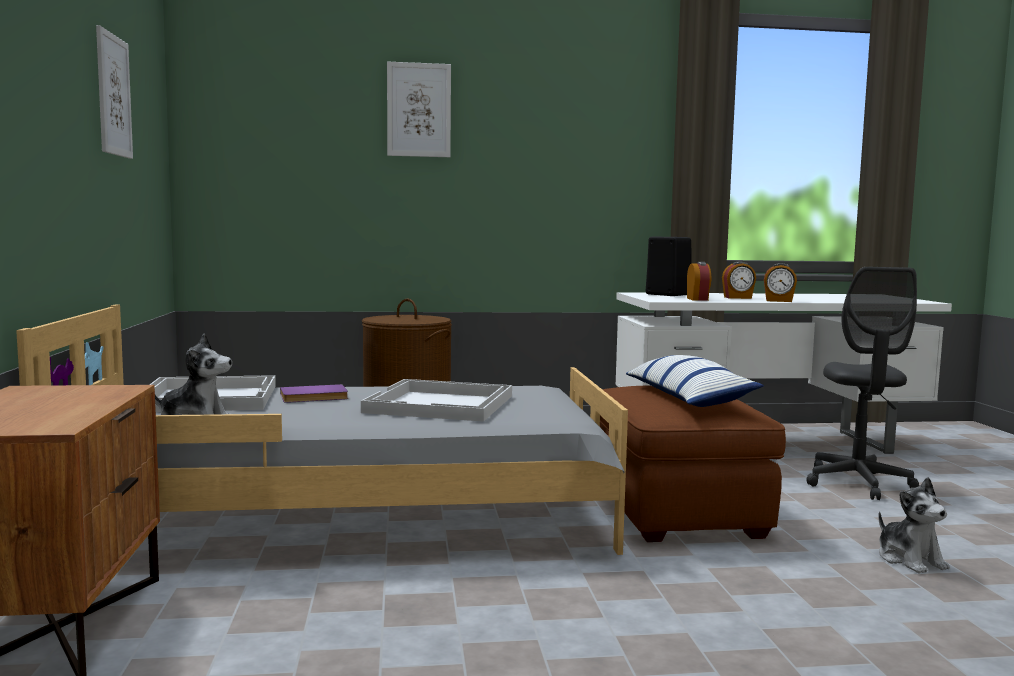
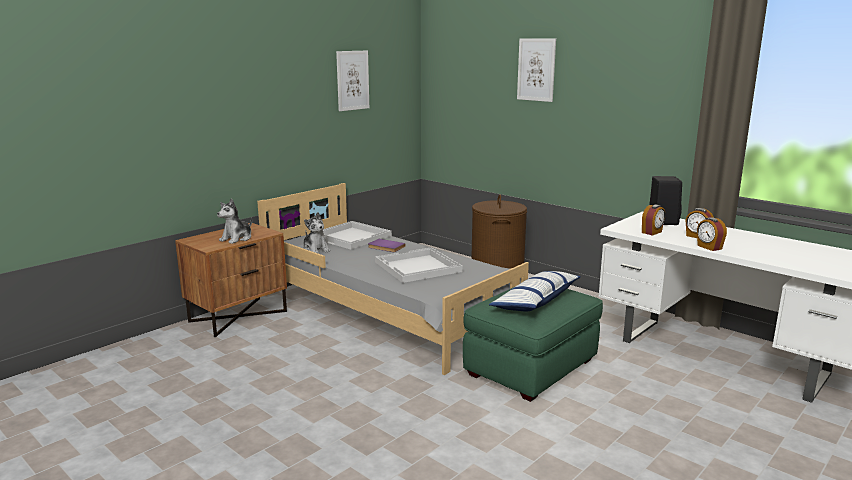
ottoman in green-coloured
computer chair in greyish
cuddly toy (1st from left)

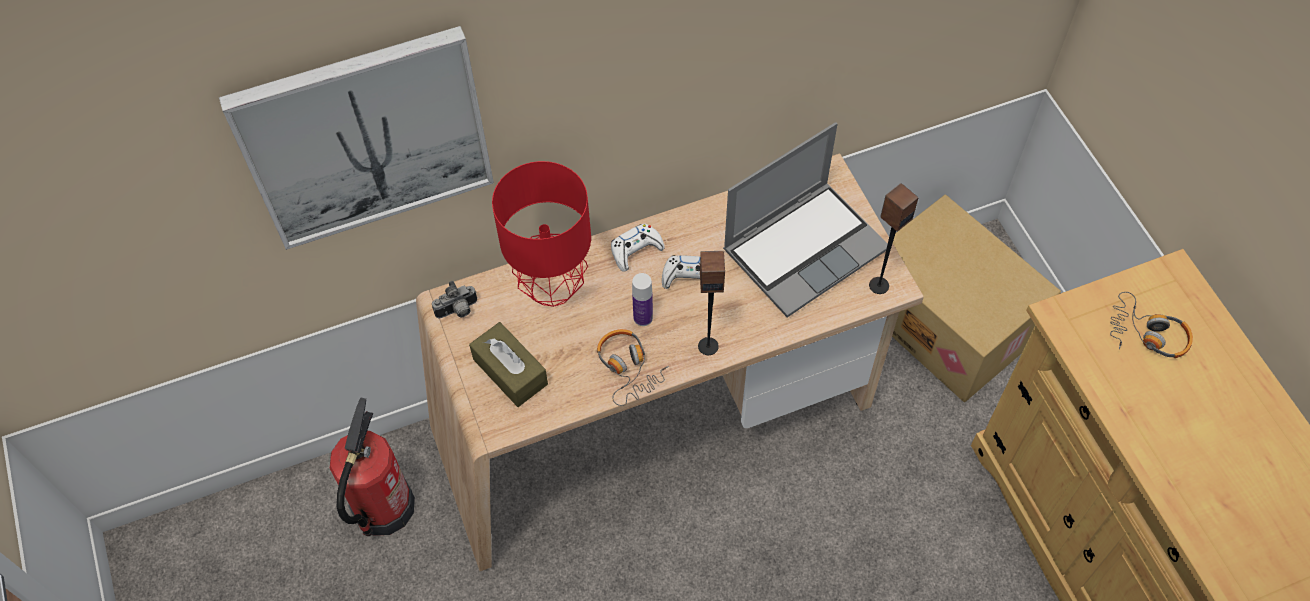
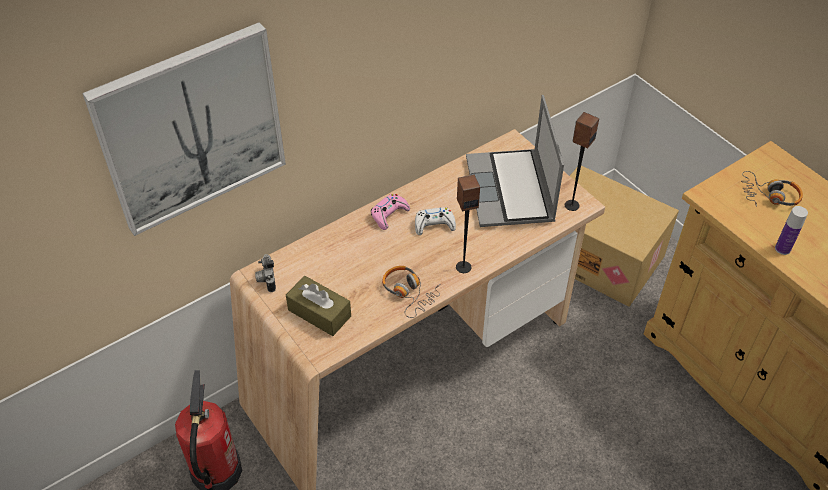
photo camera
table lamp in red-coloured
game controller in pinkish
bottle
notebook computer

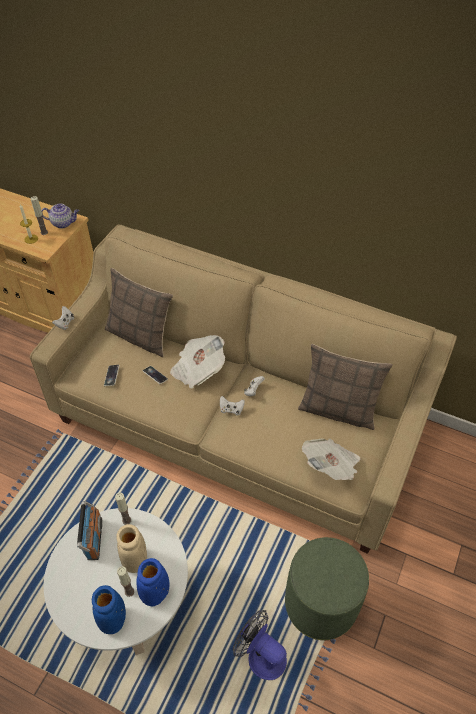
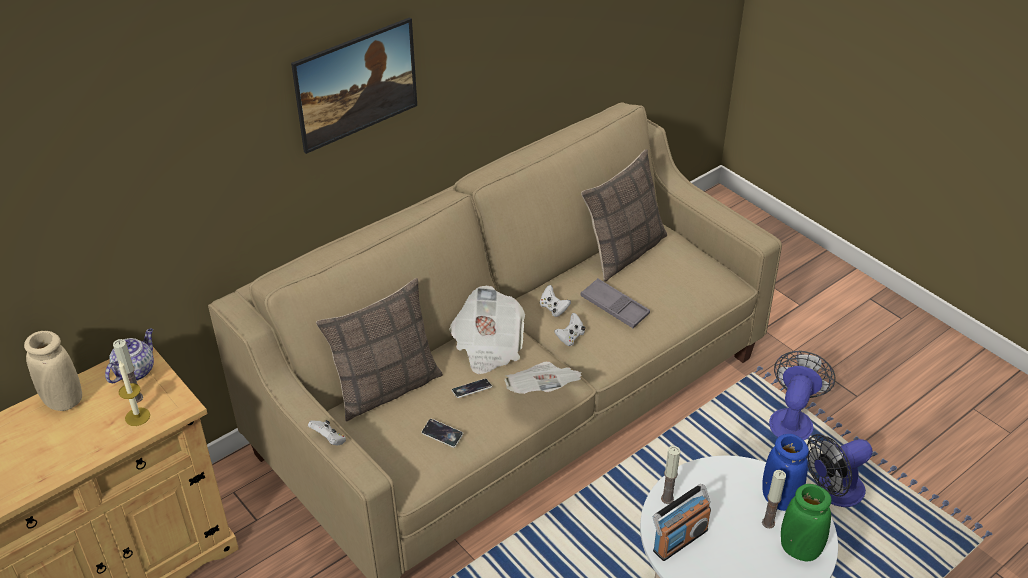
radio
flower vase in green-coloured
flower vase in beige
fan (1st from left)
newspaper (2nd from left)
wall art
tray in greyish

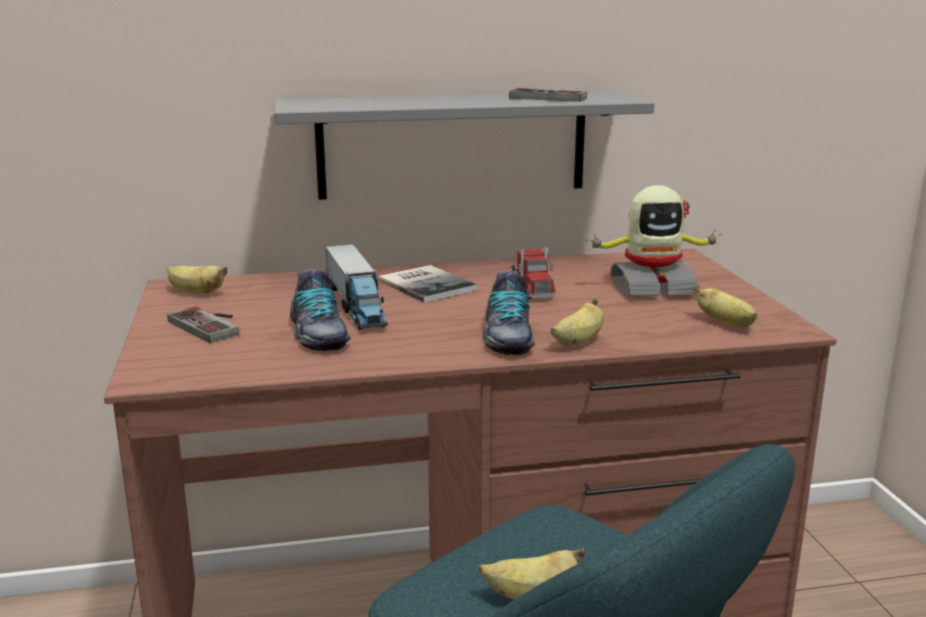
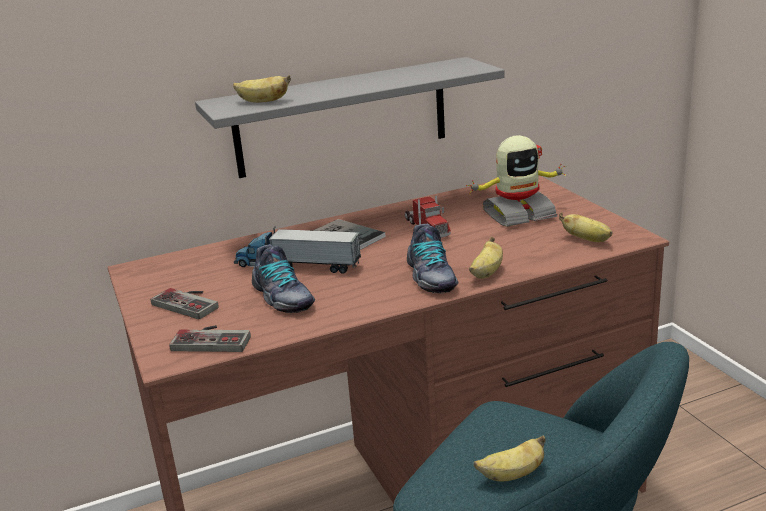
whole banana (1st from left)
toy lorry (1st from left)
game controller (2nd from left)

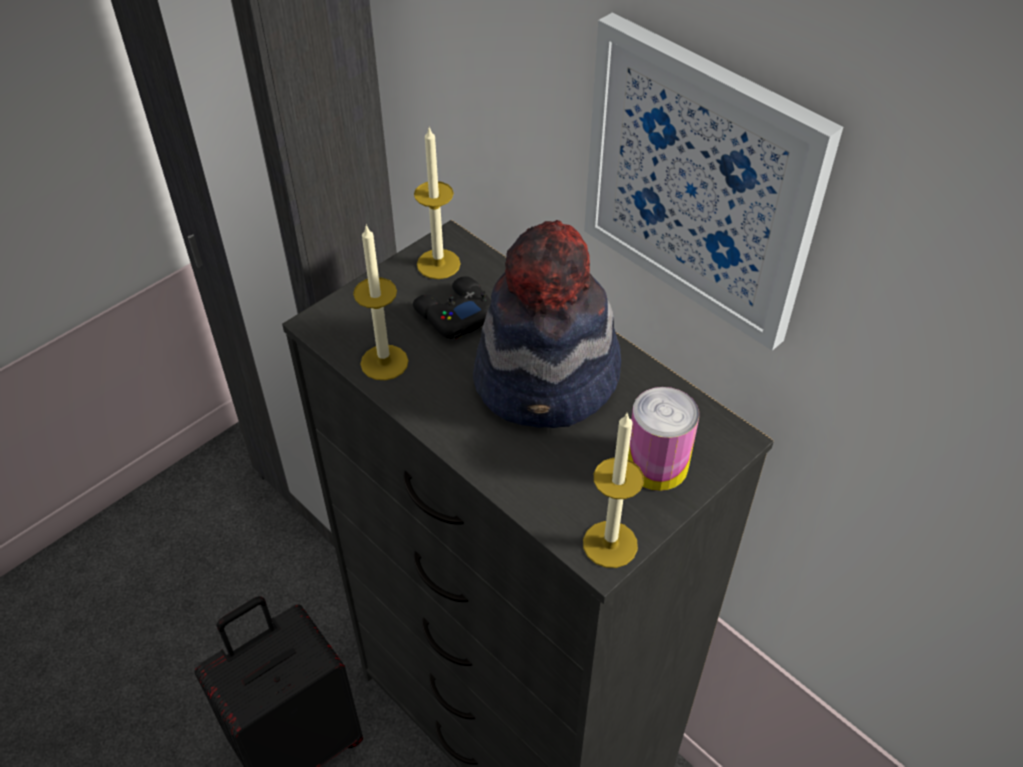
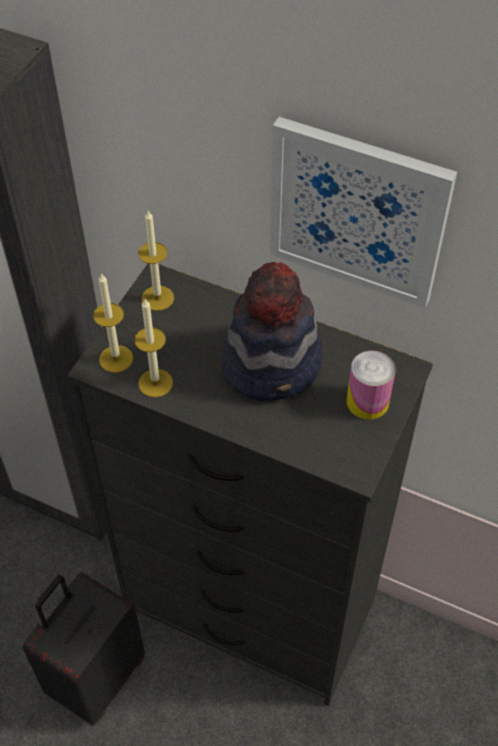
game controller in black
wax light (1st from left)

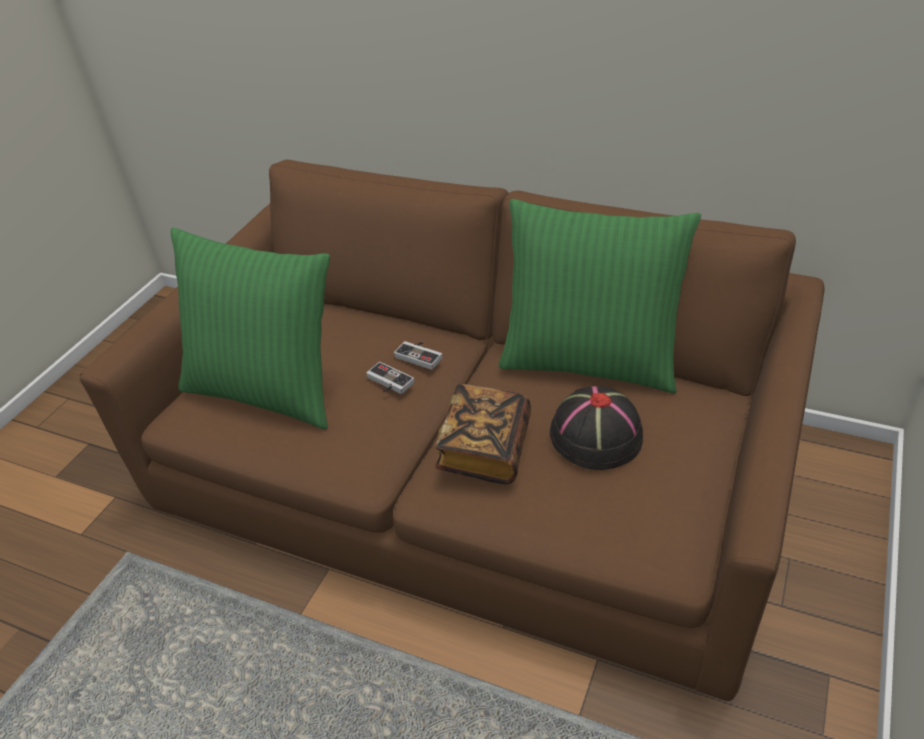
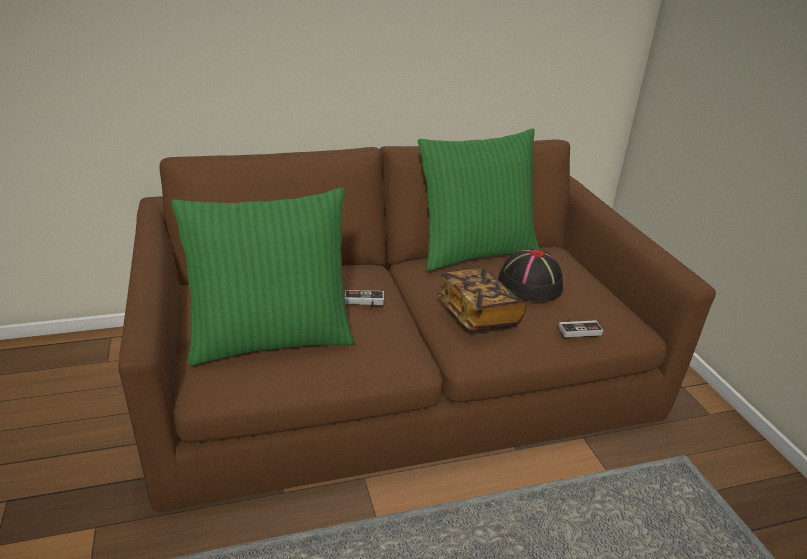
game controller (2nd from left)

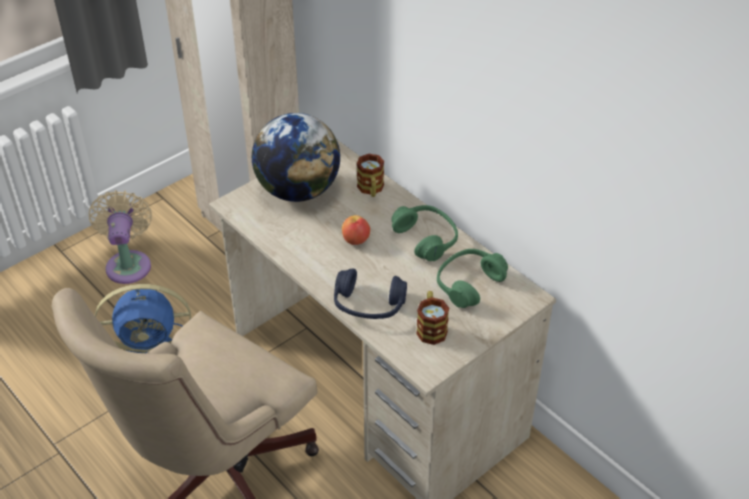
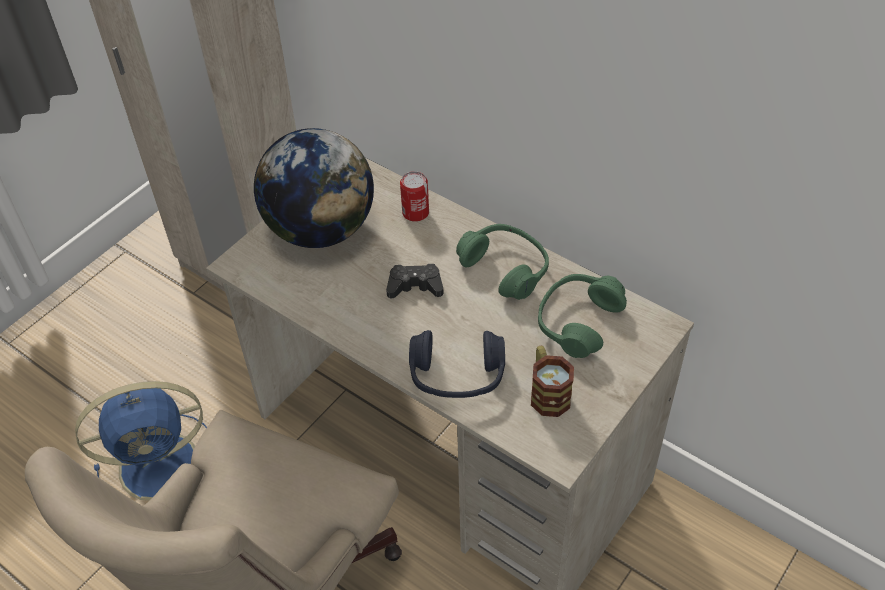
fan in beige
game controller in black
metal can

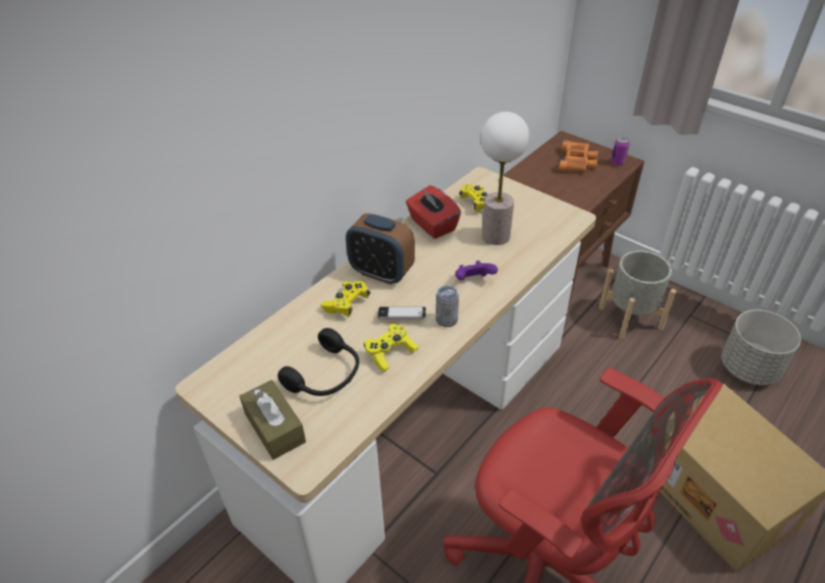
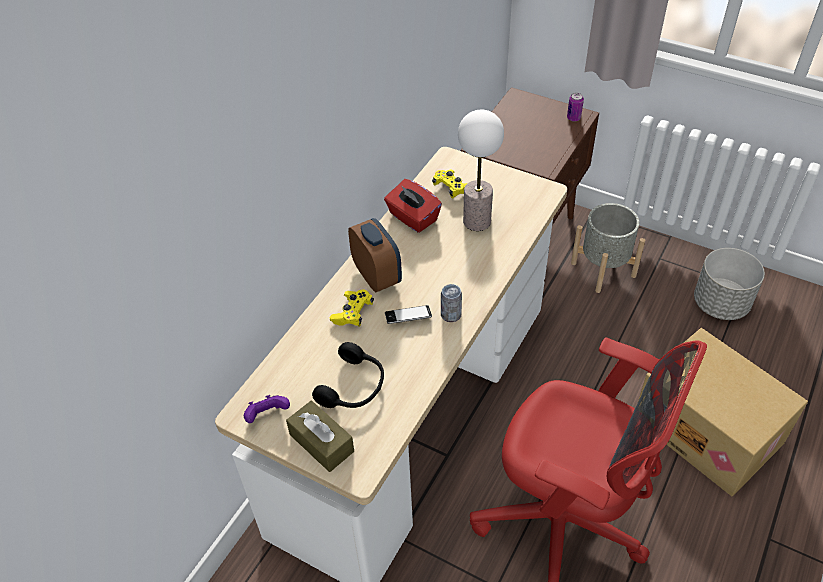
alarm clock
game controller in yellow-coloured (2nd from left in the first image)
game controller in purple-coloured
field glasses in orange-coloured

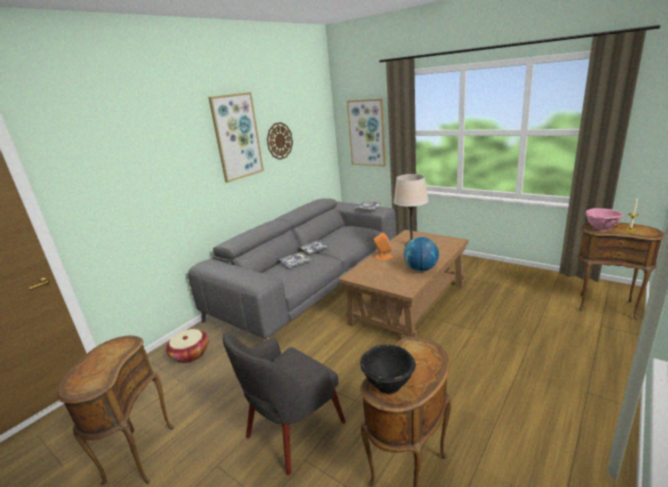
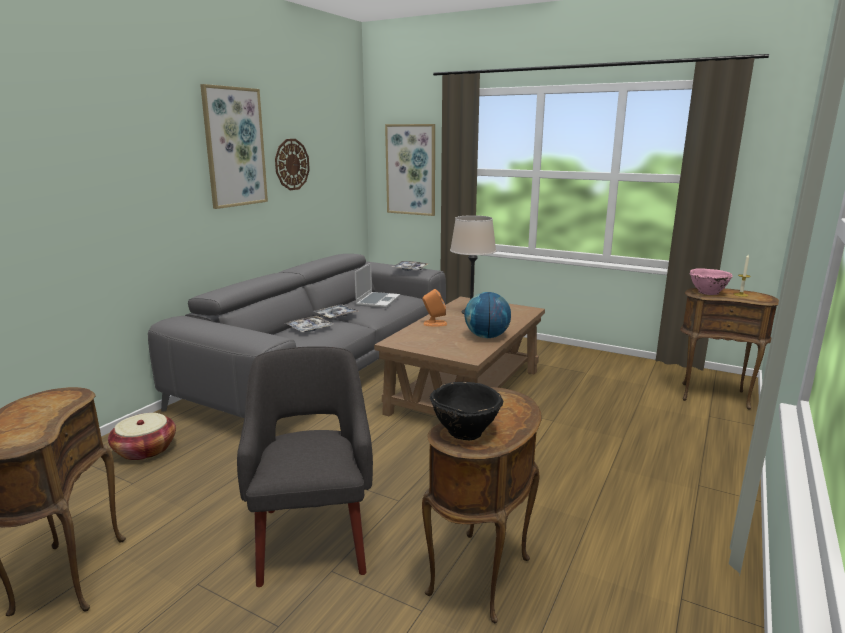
easy chair in greyish
notebook computer

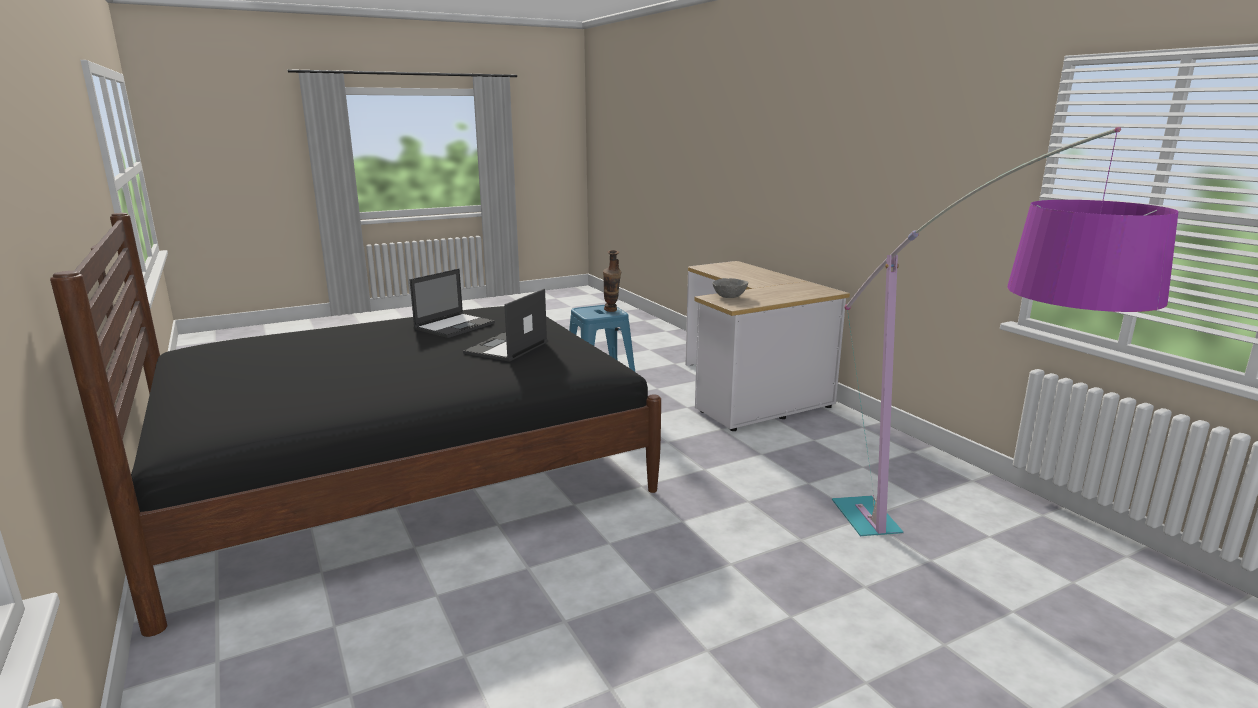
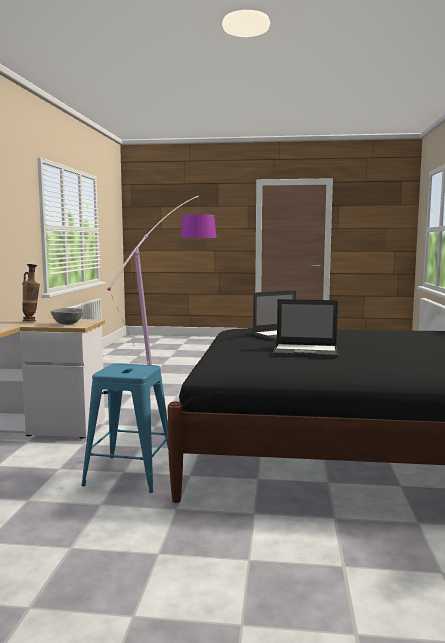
notebook computer (2nd from left)
flower vase

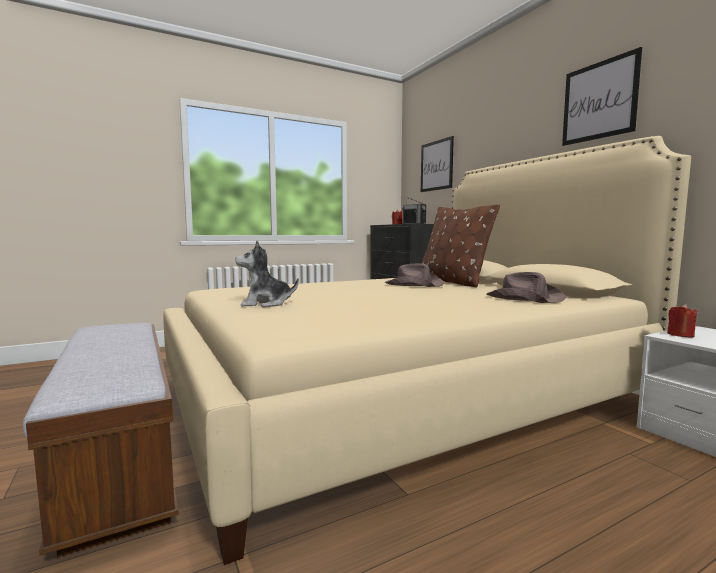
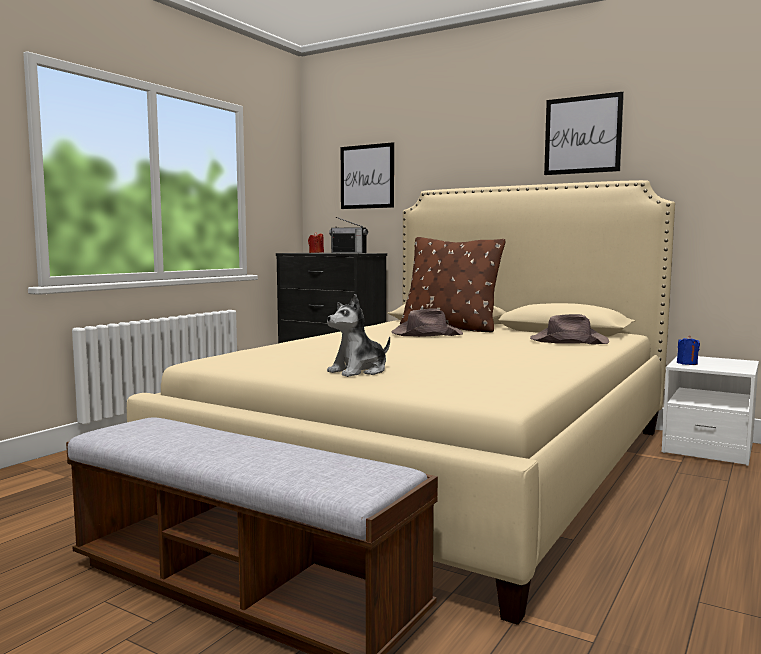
wax light in blue-coloured

